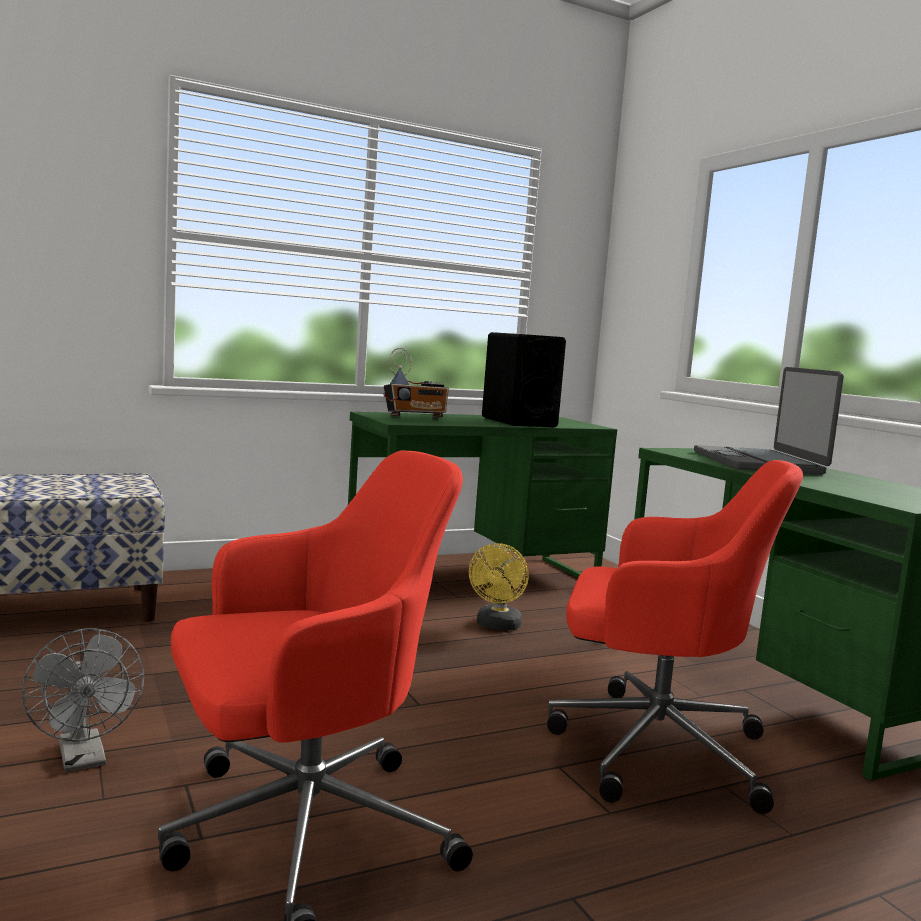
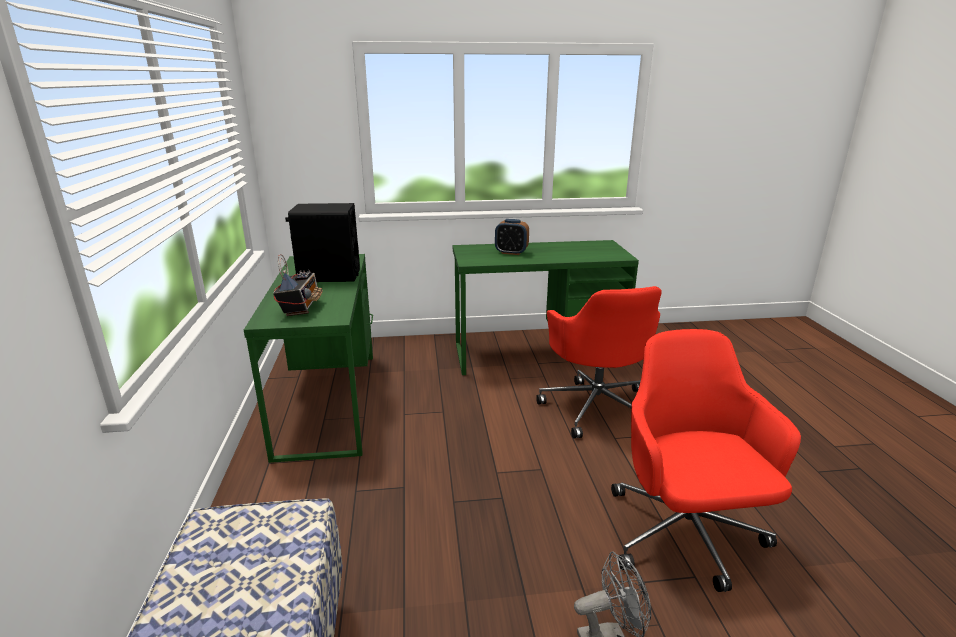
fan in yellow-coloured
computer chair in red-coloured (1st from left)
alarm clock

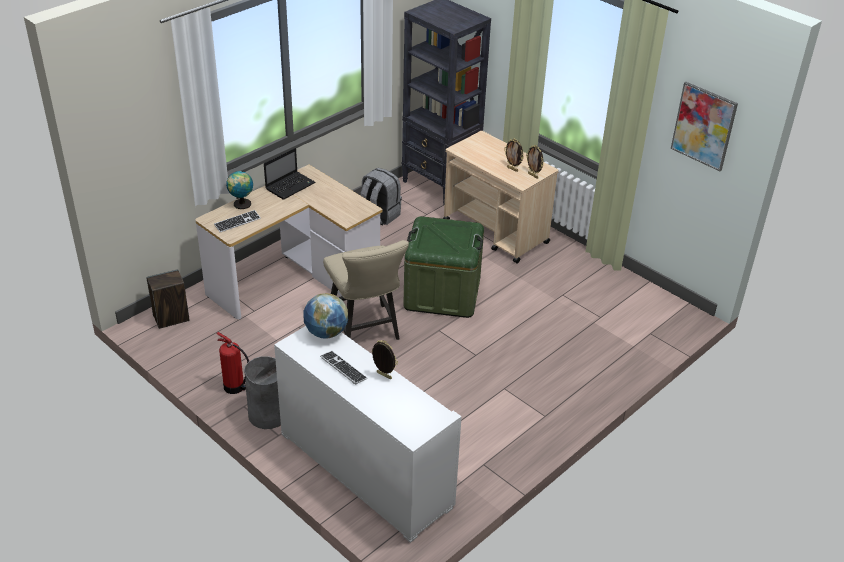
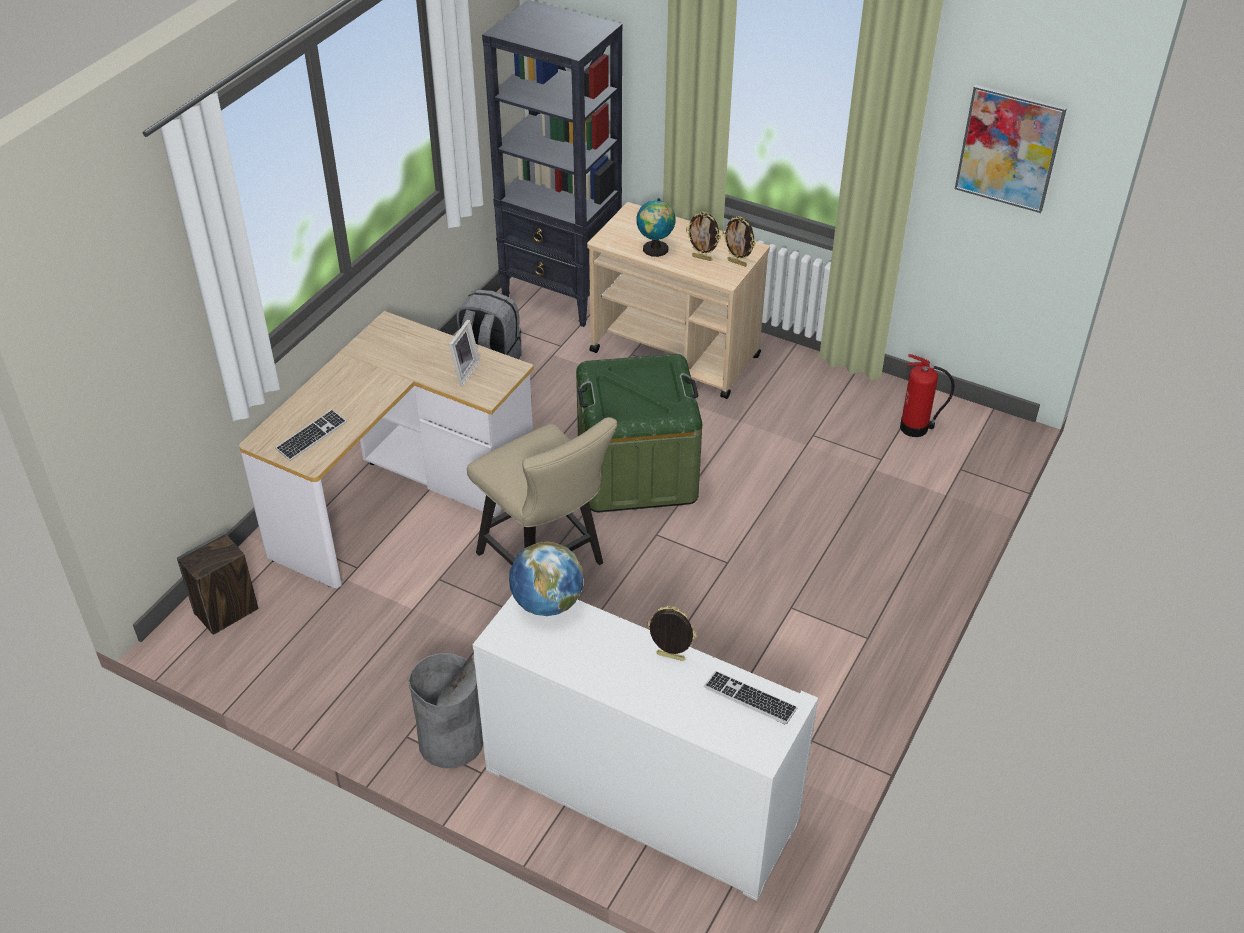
extinguisher
world globe (2nd from left)
notebook computer
computer keyboard (2nd from left)
standing frame (1st from left)

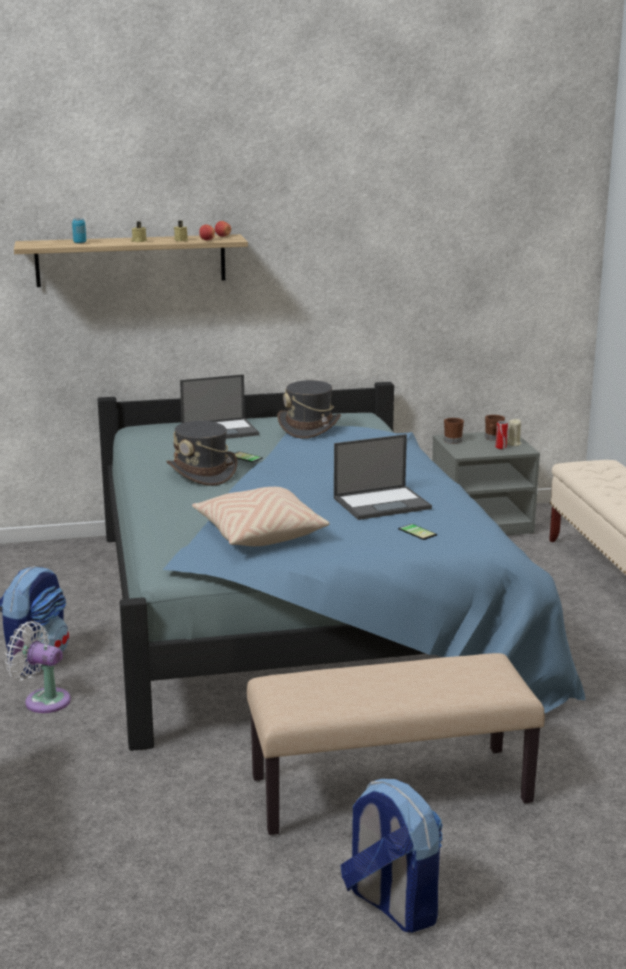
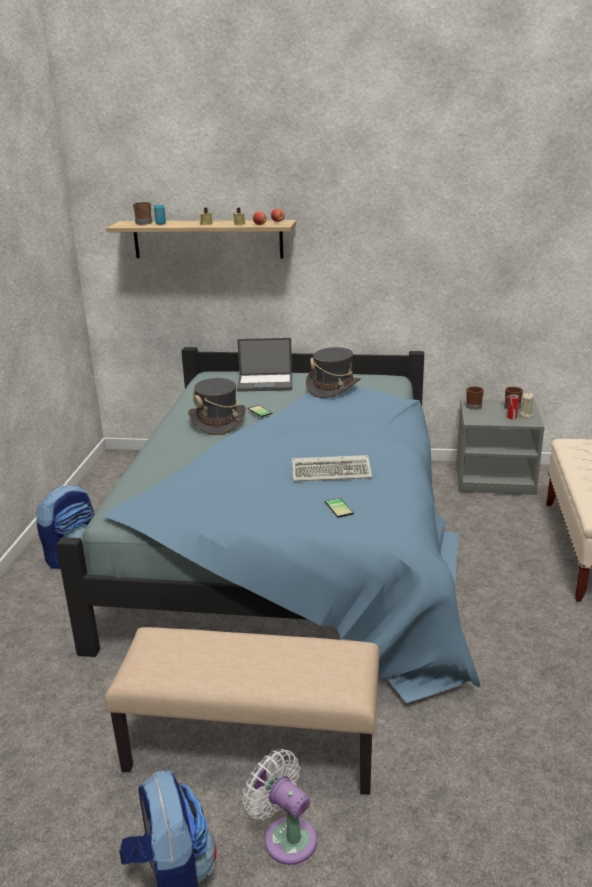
fan in white-coloured
pillow in beige
computer keyboard
coffee mug in brown-coloured (1st from left)

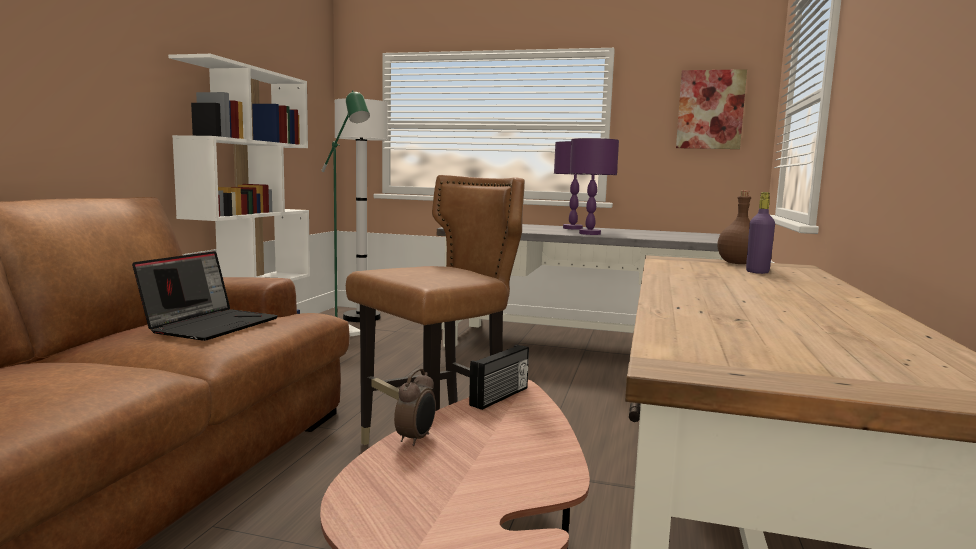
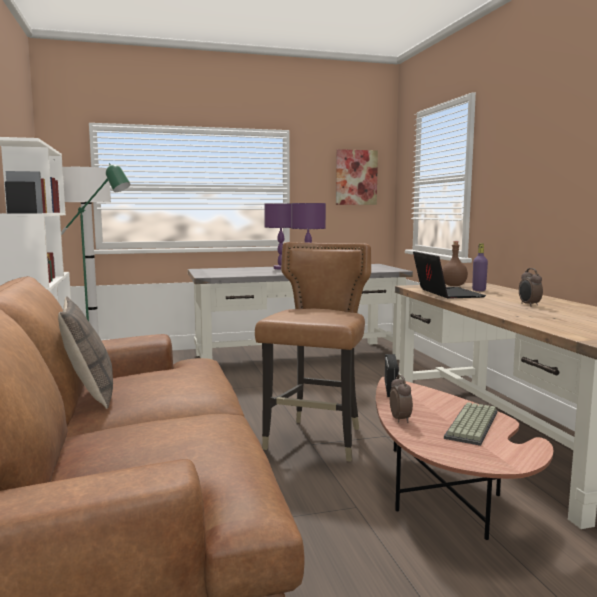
notebook computer
pillow
computer keyboard
alarm clock (2nd from left)

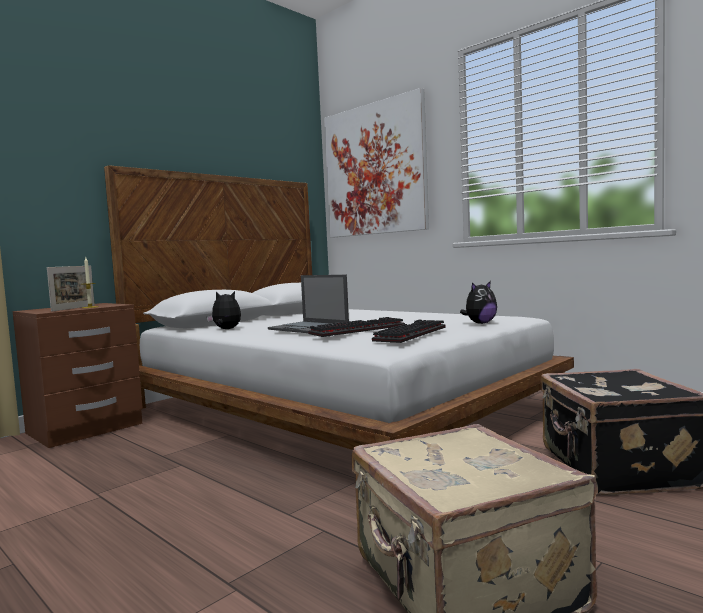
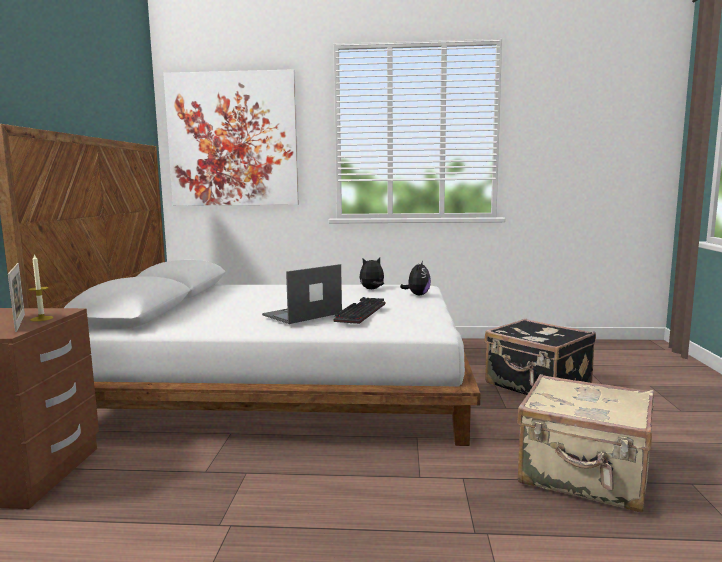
cuddly toy (1st from left)
notebook computer
computer keyboard (2nd from left in the first image)

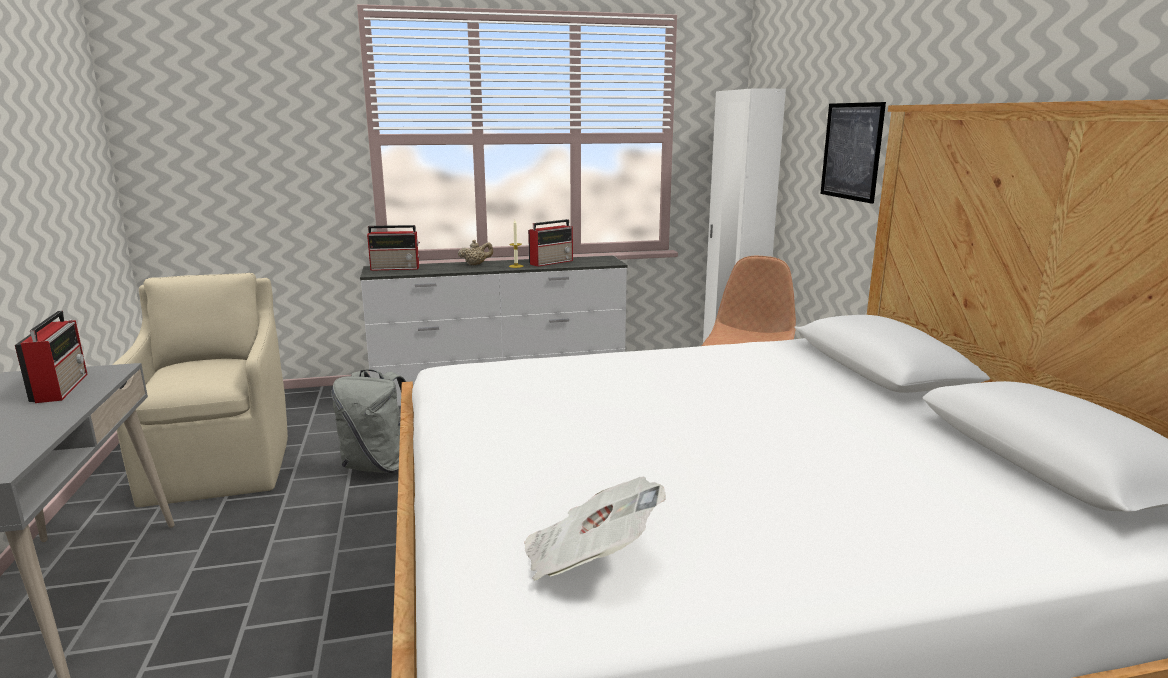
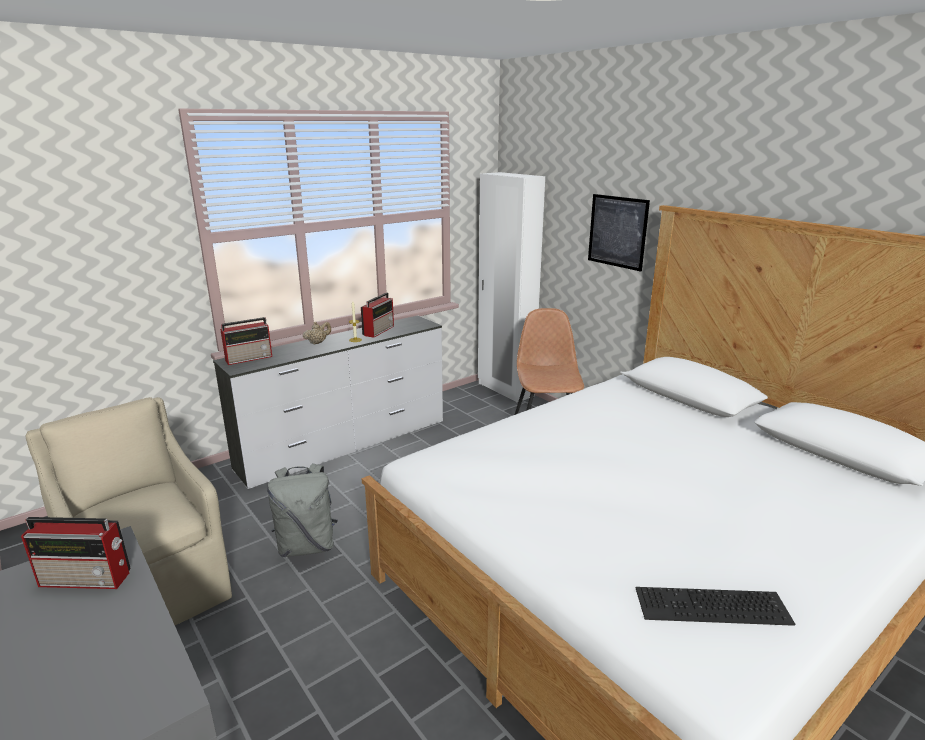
radio (1st from left)
computer keyboard

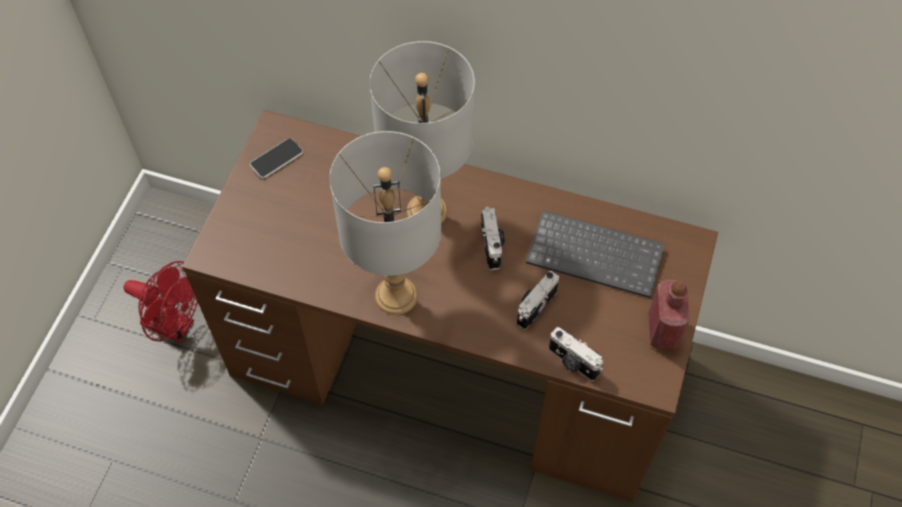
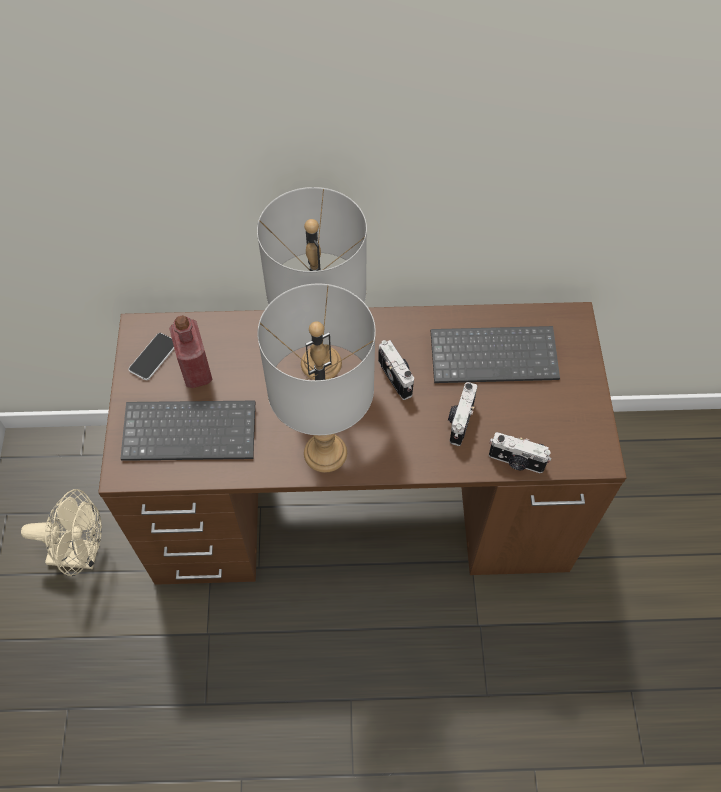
fan in beige
bottle in red-coloured
computer keyboard (1st from left)

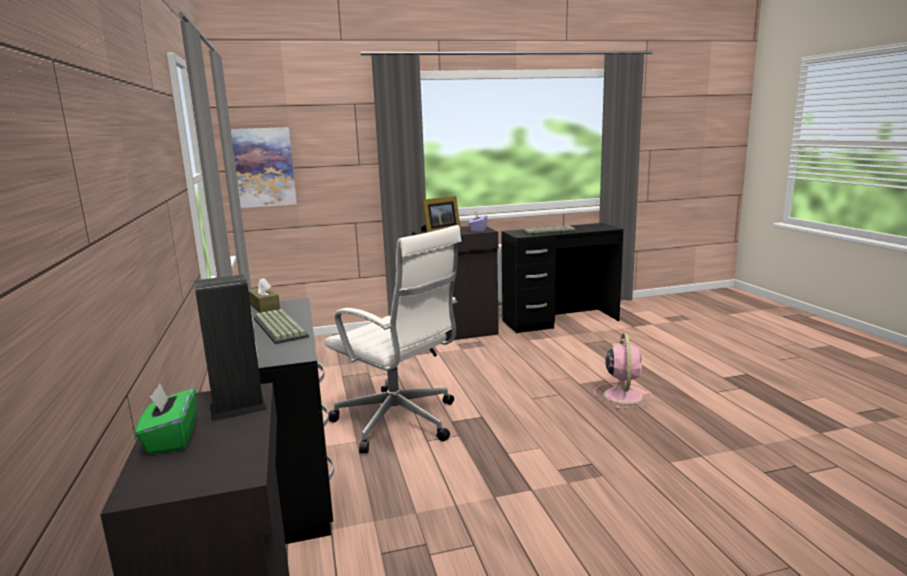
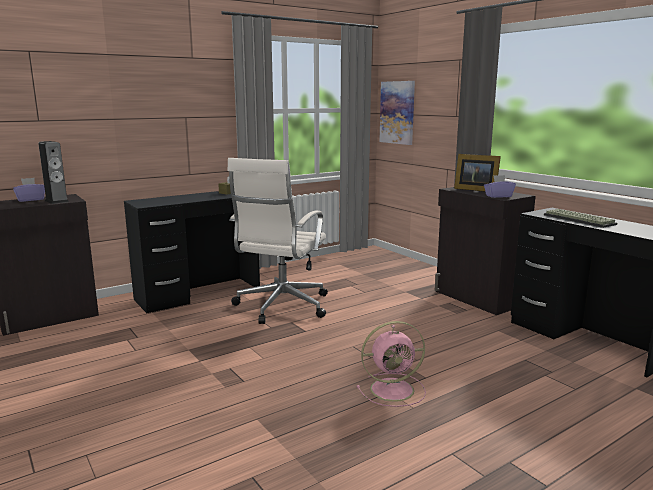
tissue holder in purple-coloured (1st from left)
computer keyboard (1st from left in the first image)

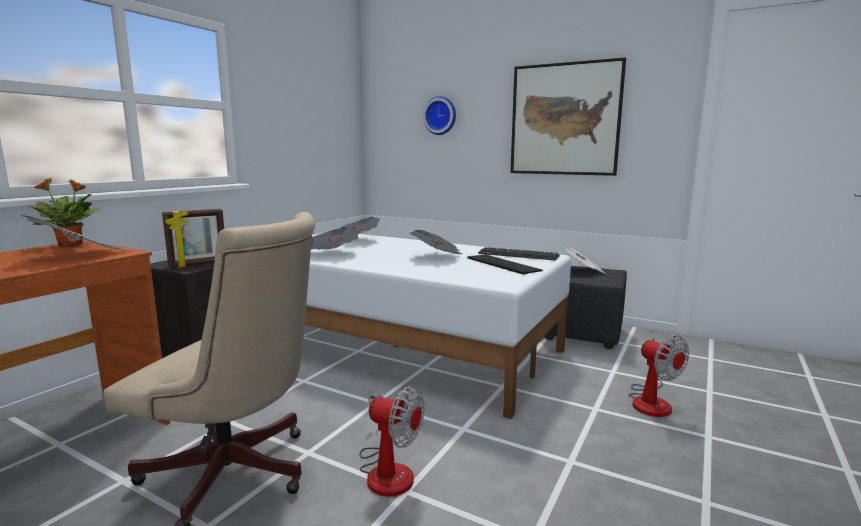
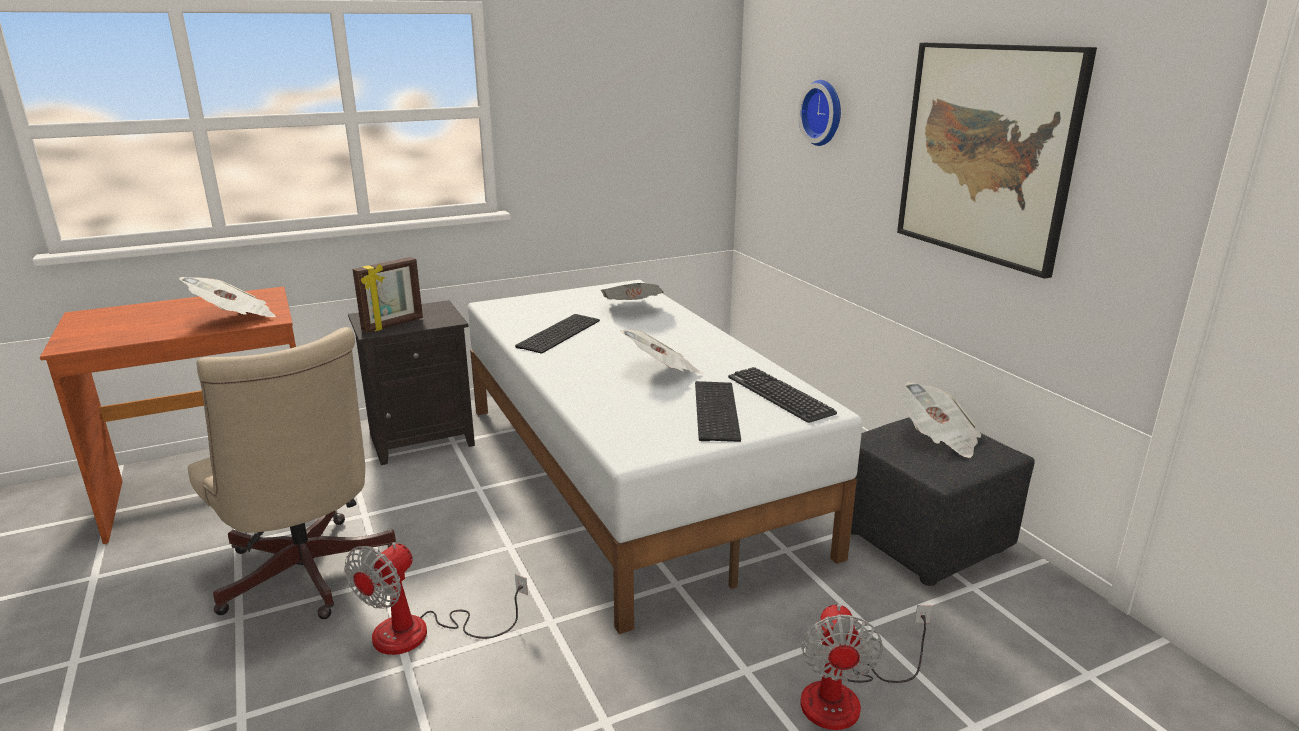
potted plant
standing frame
computer keyboard (1st from left)
fan (1st from left)

